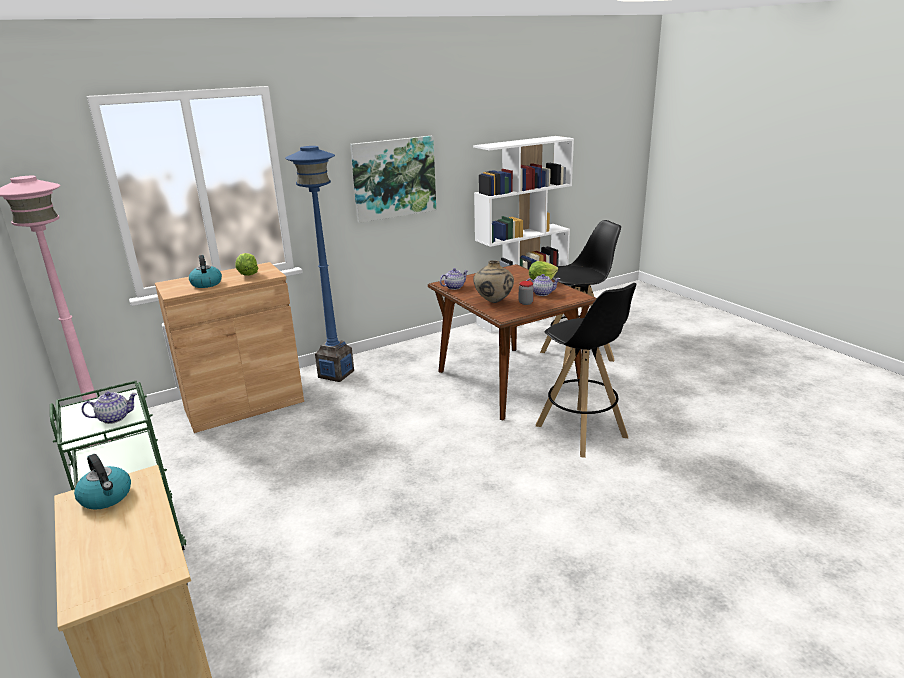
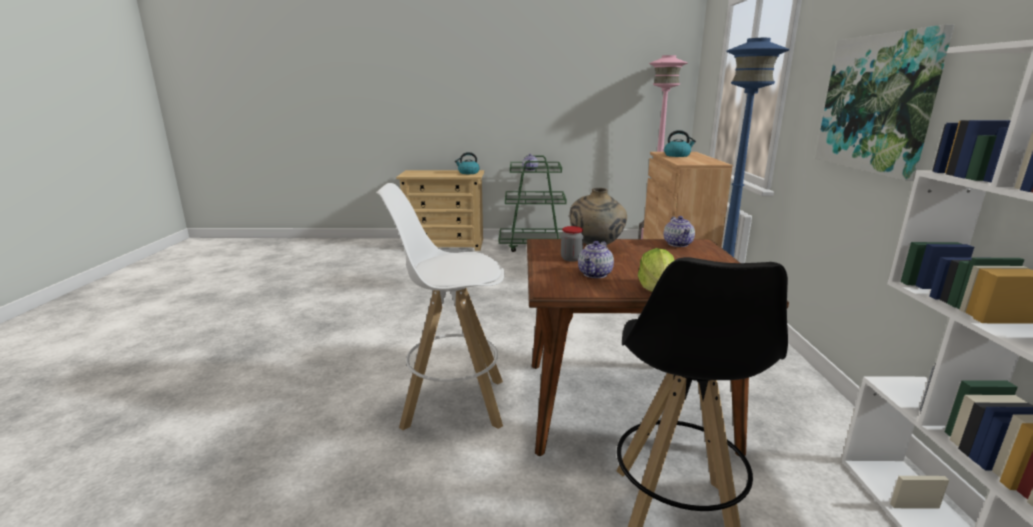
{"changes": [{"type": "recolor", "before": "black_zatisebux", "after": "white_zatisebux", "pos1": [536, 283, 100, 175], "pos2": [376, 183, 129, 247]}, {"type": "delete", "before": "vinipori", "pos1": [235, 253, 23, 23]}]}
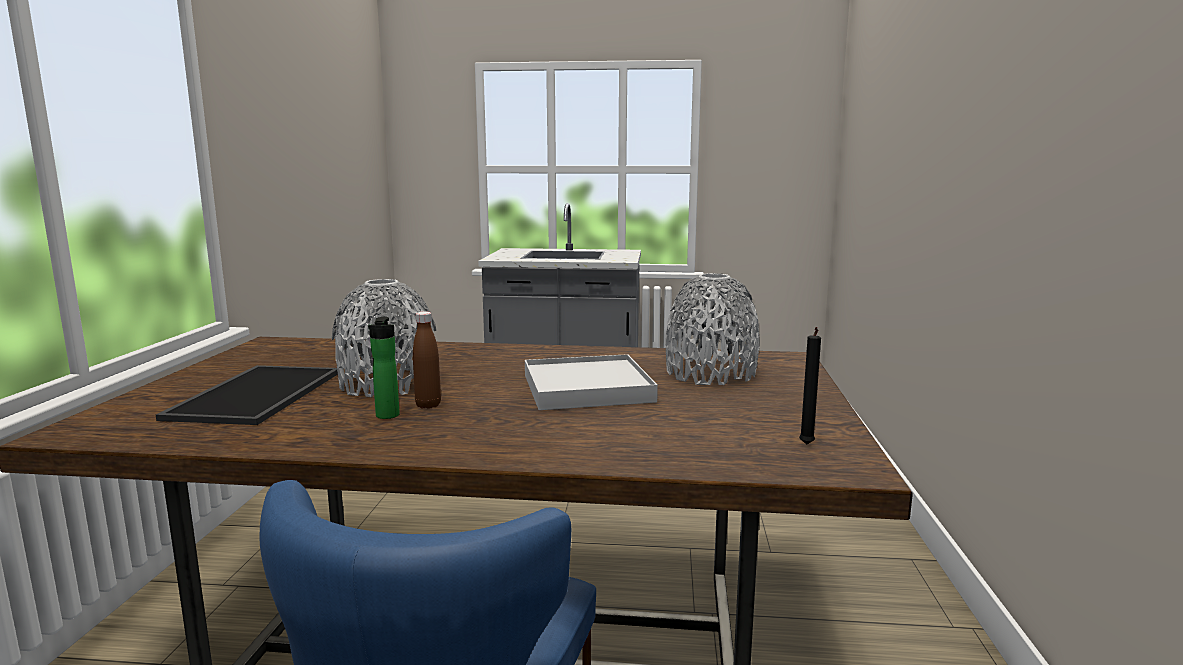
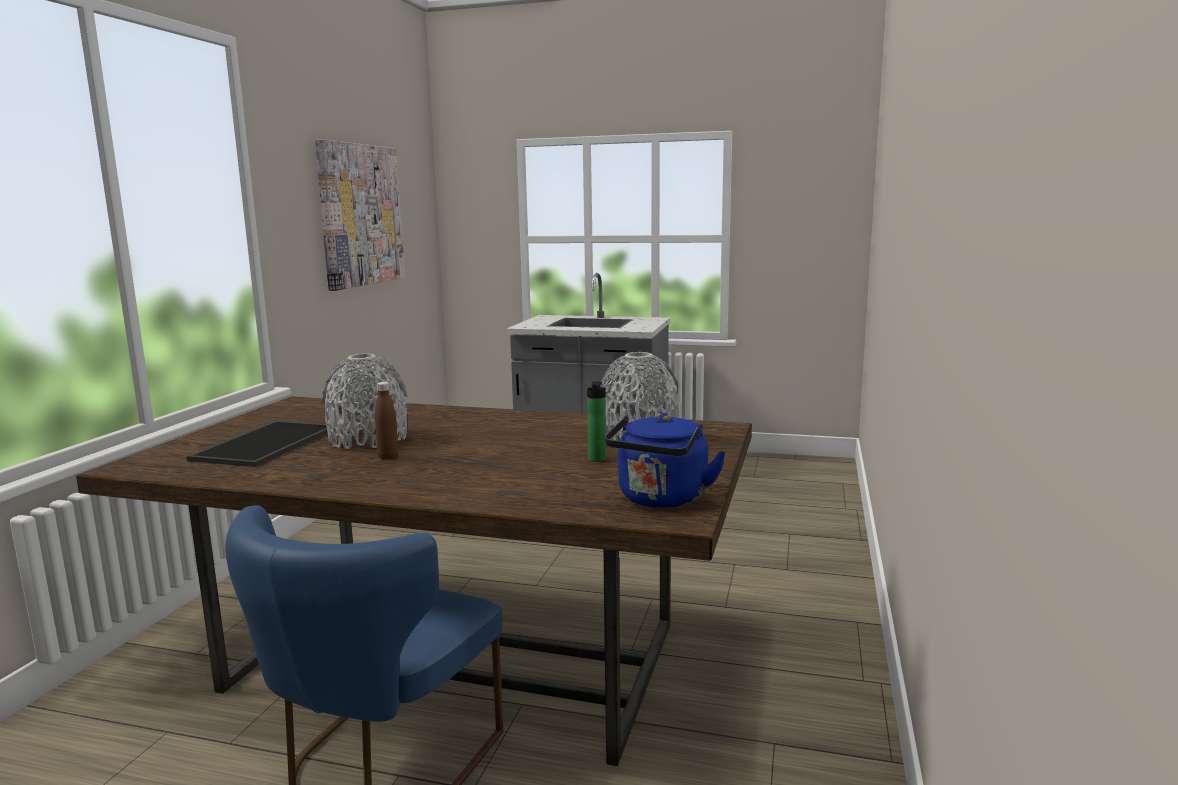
{"changes": [{"type": "insert", "after": "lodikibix", "pos2": [315, 139, 90, 152]}, {"type": "move", "before": "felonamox", "pos1": [368, 316, 32, 103], "pos2": [587, 381, 19, 81]}, {"type": "replace", "before": "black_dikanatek", "after": "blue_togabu", "pos1": [799, 327, 22, 118], "pos2": [605, 413, 121, 95]}, {"type": "delete", "before": "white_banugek", "pos1": [525, 354, 133, 56]}]}
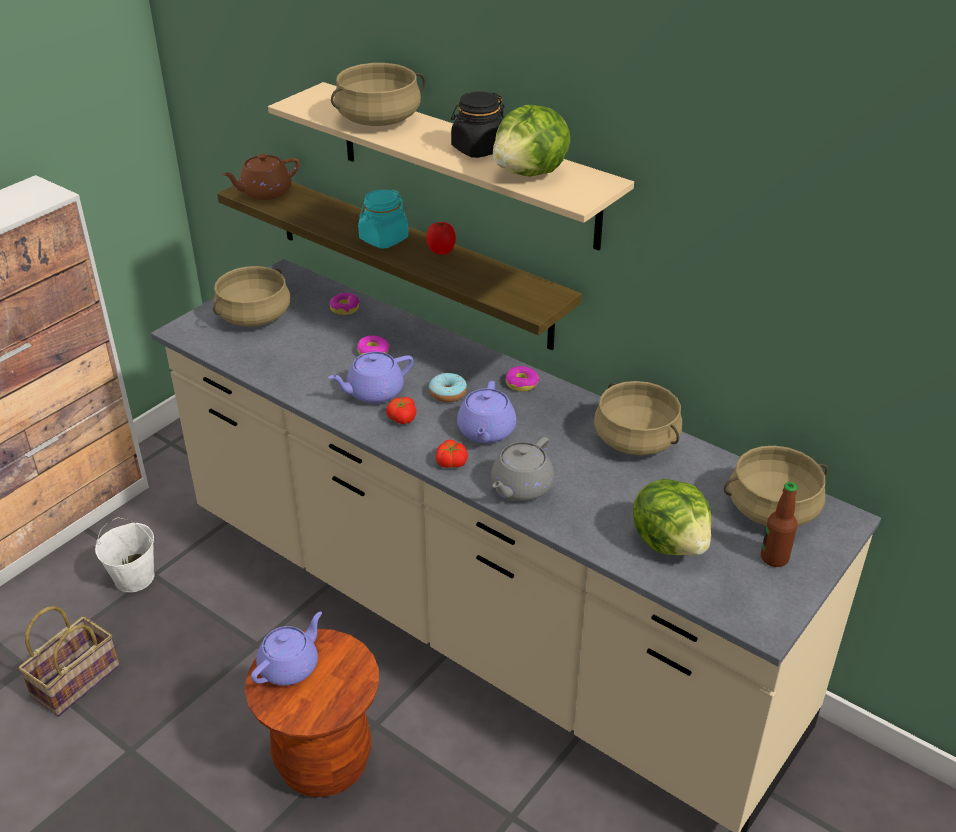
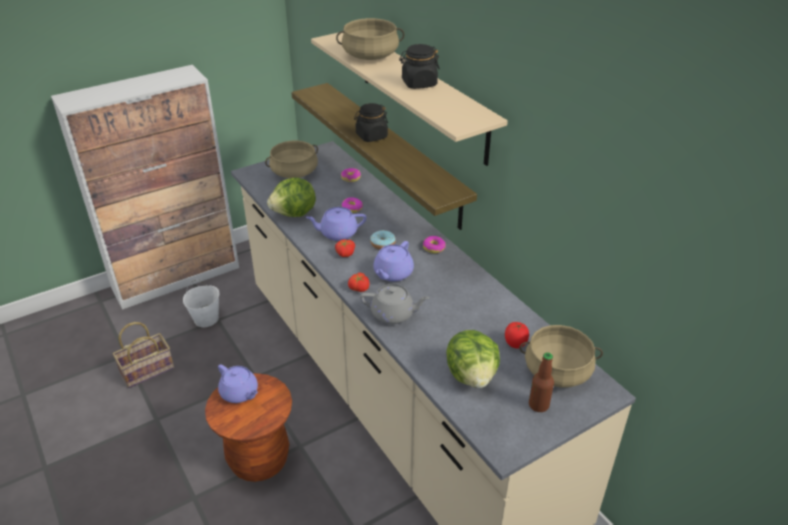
{"changes": [{"type": "rotate", "before": "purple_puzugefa", "pos1": [251, 612, 71, 74], "pos2": [218, 364, 40, 39], "turn": 75}, {"type": "move", "before": "vinipori", "pos1": [493, 104, 78, 72], "pos2": [267, 177, 49, 40]}, {"type": "recolor", "before": "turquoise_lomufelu", "after": "black_lomufelu", "pos1": [358, 189, 50, 59], "pos2": [354, 103, 34, 39]}, {"type": "rotate", "before": "grey_puzugefa", "pos1": [491, 437, 63, 64], "pos2": [360, 284, 70, 40], "turn": -135}, {"type": "move", "before": "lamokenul", "pos1": [426, 222, 30, 33], "pos2": [505, 322, 24, 26]}, {"type": "delete", "before": "brown_puzugefa", "pos1": [222, 154, 77, 46]}, {"type": "delete", "before": "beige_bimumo", "pos1": [594, 381, 88, 74]}]}
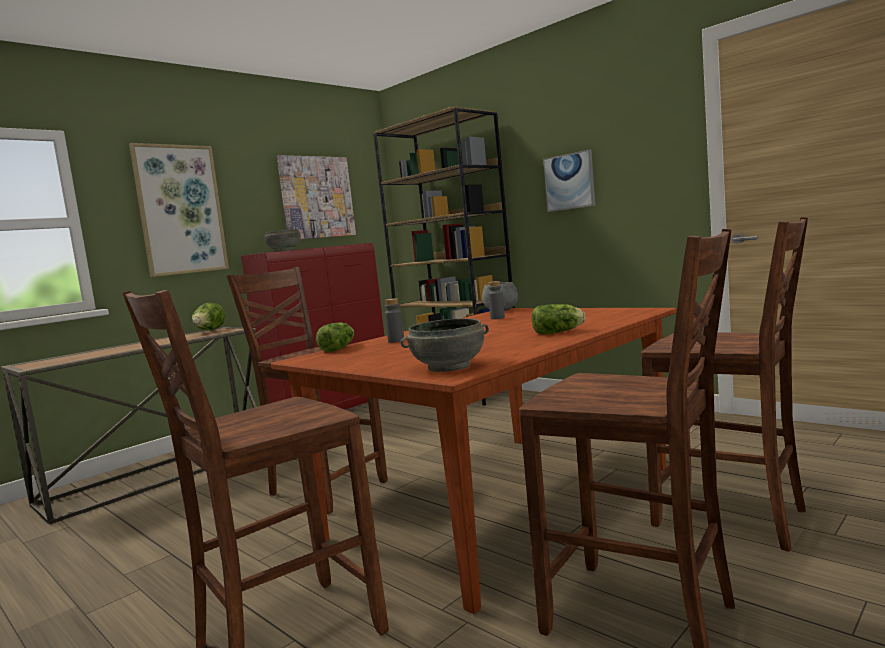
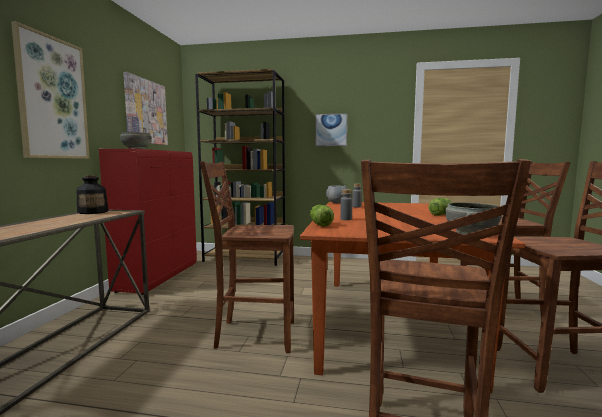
{"changes": [{"type": "replace", "before": "vinipori", "after": "felonamox", "pos1": [192, 303, 33, 27], "pos2": [77, 175, 31, 39]}]}
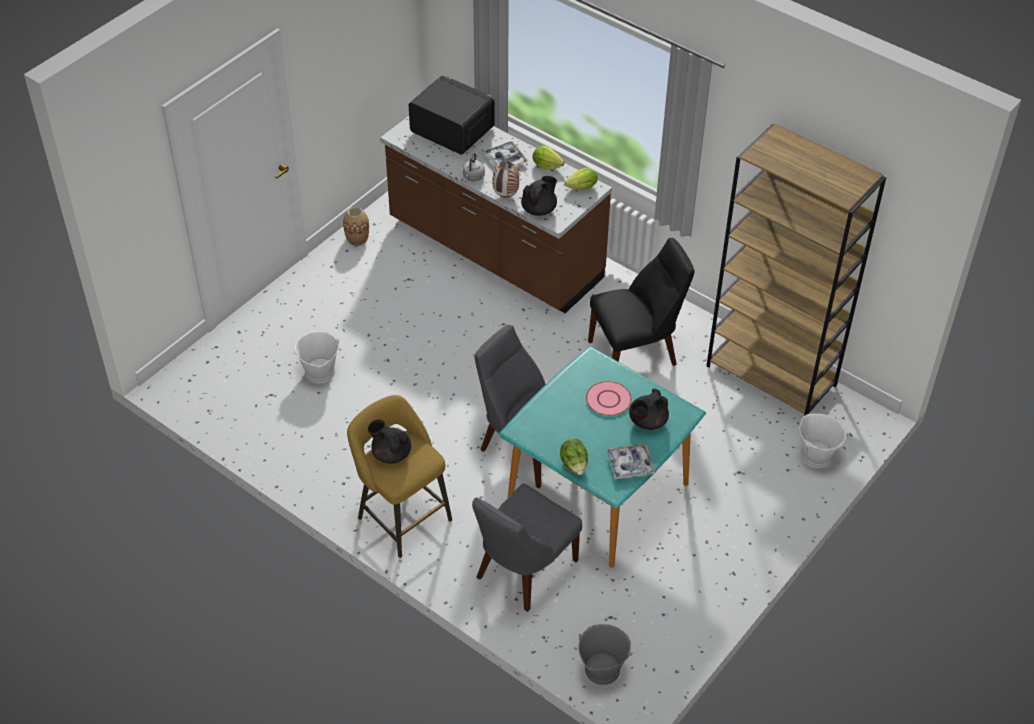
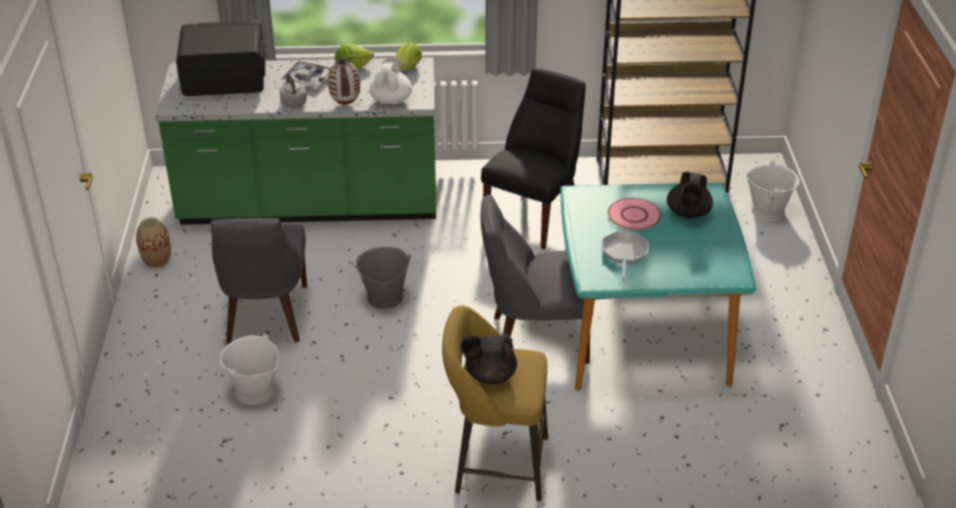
{"changes": [{"type": "recolor", "before": "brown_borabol", "after": "green_borabol", "pos1": [380, 116, 232, 197], "pos2": [155, 57, 281, 168]}, {"type": "move", "before": "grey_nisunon", "pos1": [472, 483, 110, 129], "pos2": [211, 218, 96, 126]}, {"type": "move", "before": "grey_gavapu", "pos1": [578, 624, 54, 61], "pos2": [354, 247, 57, 62]}, {"type": "recolor", "before": "black_puzugefa", "after": "white_puzugefa", "pos1": [521, 176, 36, 40], "pos2": [370, 58, 42, 47]}, {"type": "insert", "after": "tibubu", "pos2": [602, 231, 47, 50]}, {"type": "delete", "before": "vinipori", "pos1": [560, 438, 28, 37]}, {"type": "delete", "before": "banugek", "pos1": [606, 444, 49, 35]}]}
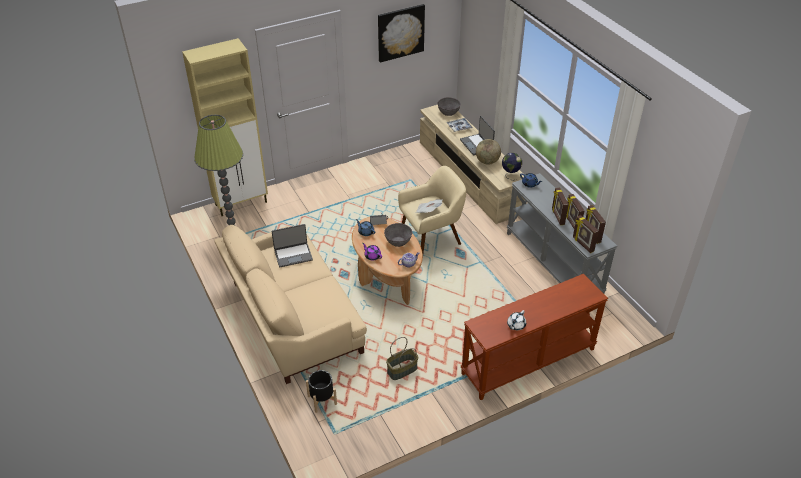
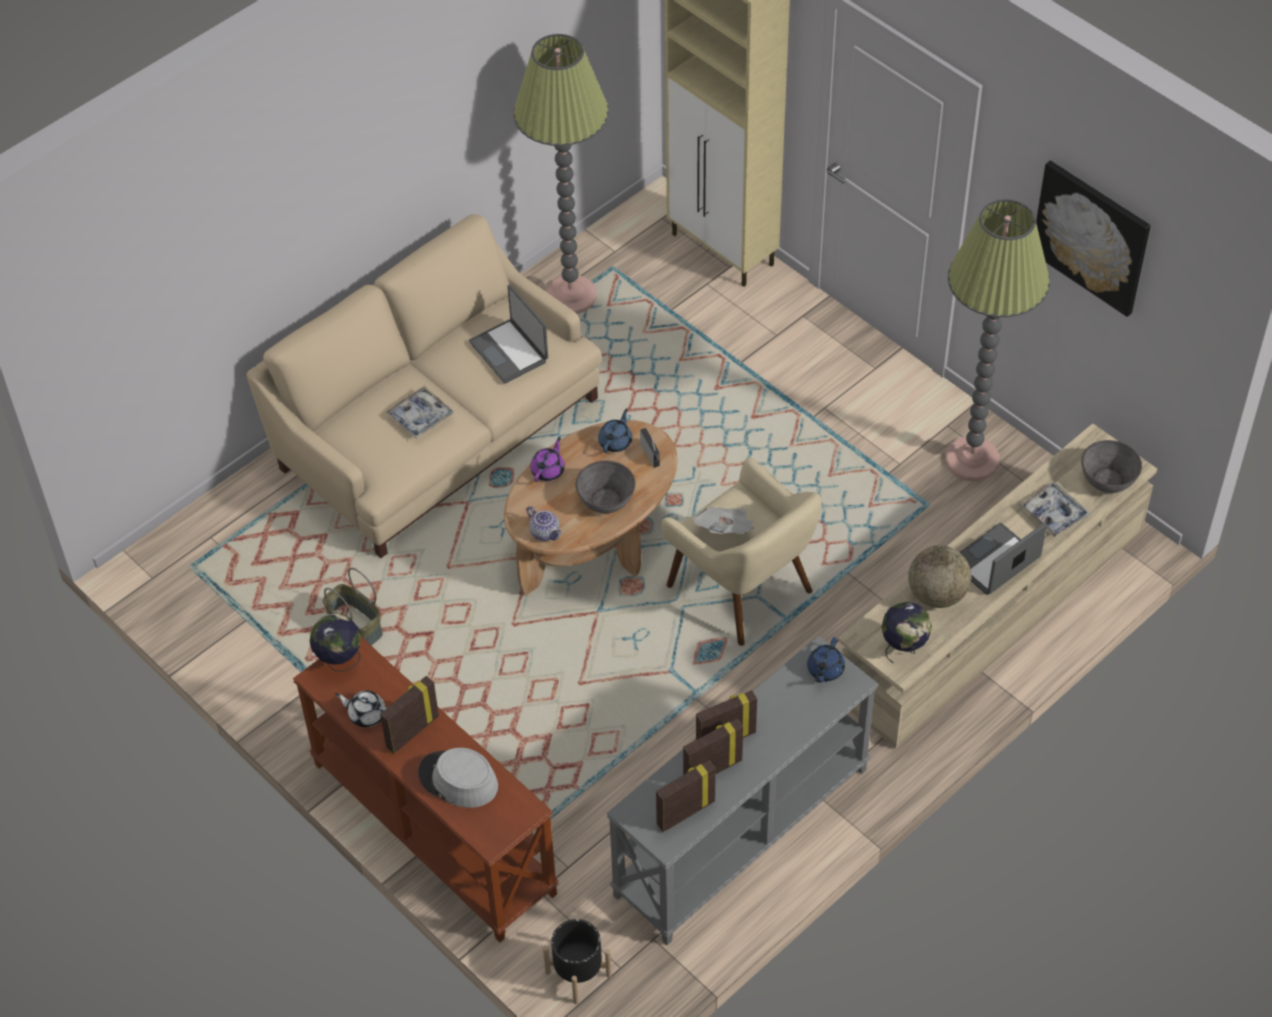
{"changes": [{"type": "insert", "after": "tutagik", "pos2": [310, 614, 51, 58]}, {"type": "move", "before": "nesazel", "pos1": [573, 215, 26, 38], "pos2": [380, 676, 59, 78]}, {"type": "insert", "after": "banugek", "pos2": [386, 386, 68, 53]}, {"type": "insert", "after": "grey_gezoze", "pos2": [418, 748, 80, 60]}, {"type": "move", "before": "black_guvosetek", "pos1": [306, 370, 31, 43], "pos2": [543, 919, 69, 85]}, {"type": "insert", "after": "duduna", "pos2": [945, 199, 105, 283]}]}
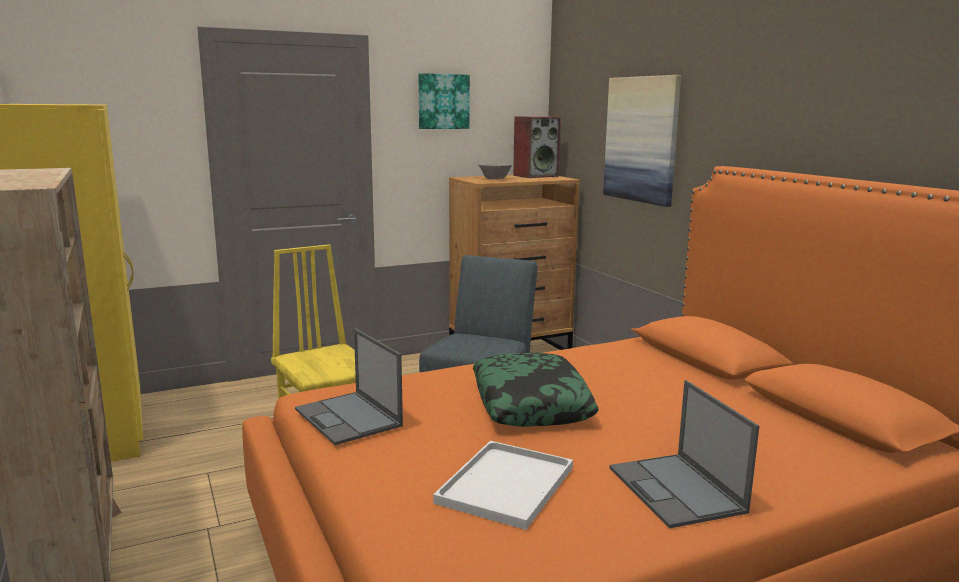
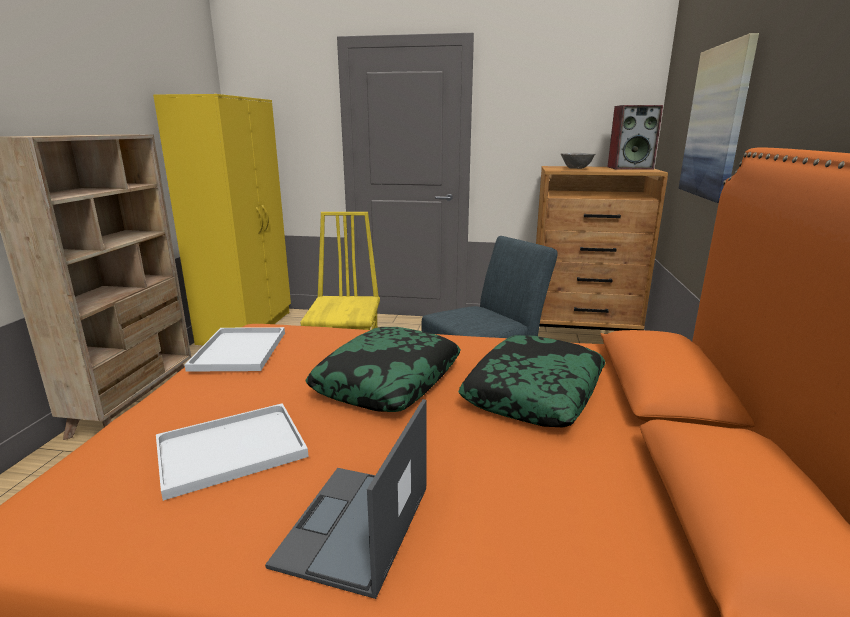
{"changes": [{"type": "replace", "before": "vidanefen", "after": "white_banugek", "pos1": [295, 328, 108, 117], "pos2": [185, 327, 100, 45]}, {"type": "insert", "after": "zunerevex", "pos2": [458, 335, 148, 92]}, {"type": "delete", "before": "lodikibix", "pos1": [419, 73, 51, 56]}]}
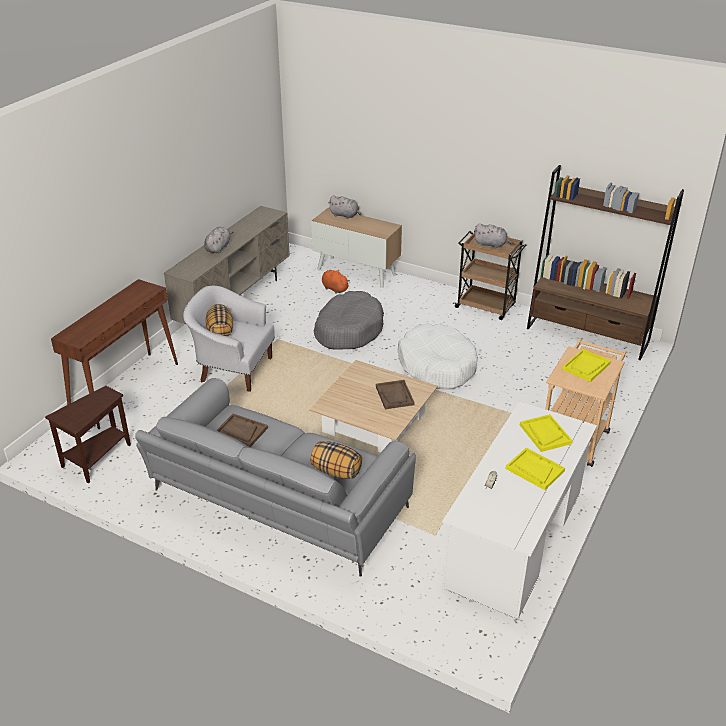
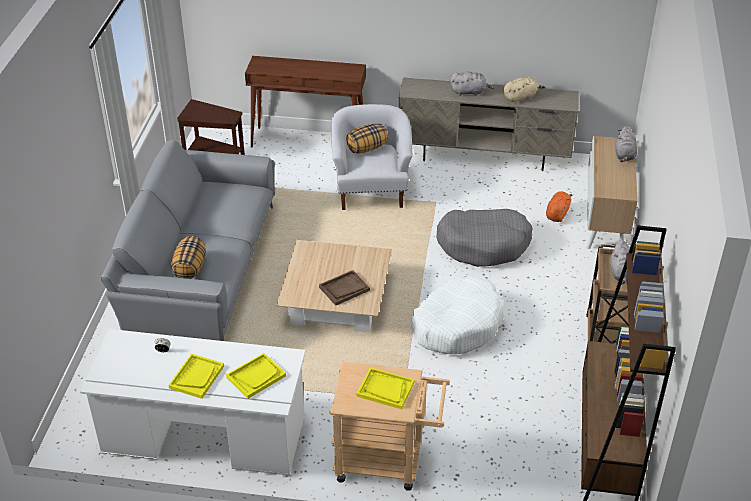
{"changes": [{"type": "insert", "after": "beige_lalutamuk", "pos2": [503, 76, 42, 27]}, {"type": "delete", "before": "brown_banugek", "pos1": [216, 414, 52, 33]}]}
